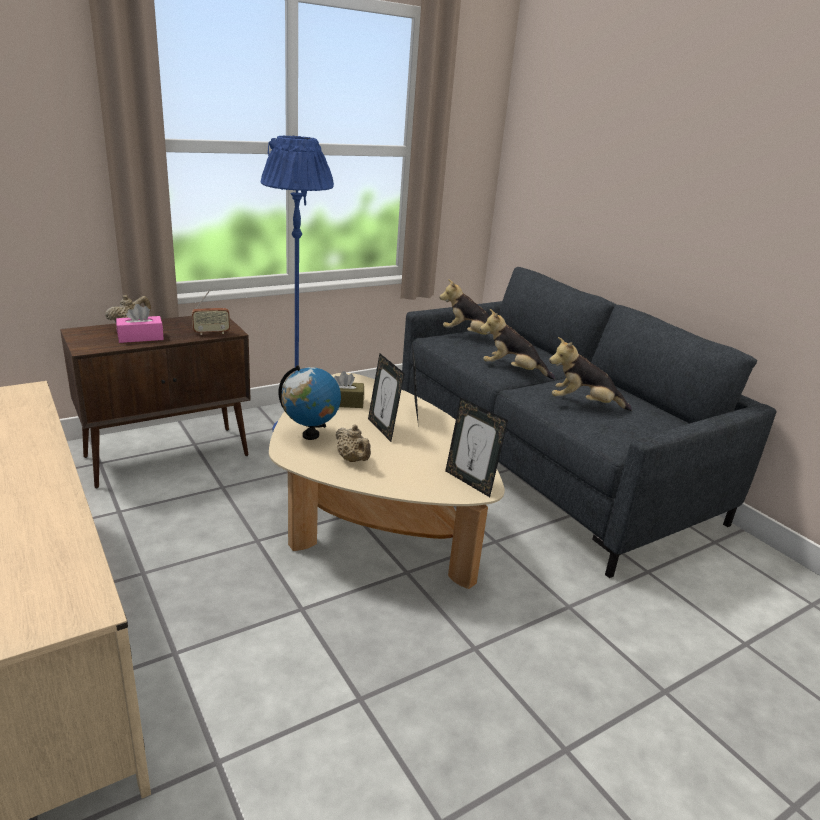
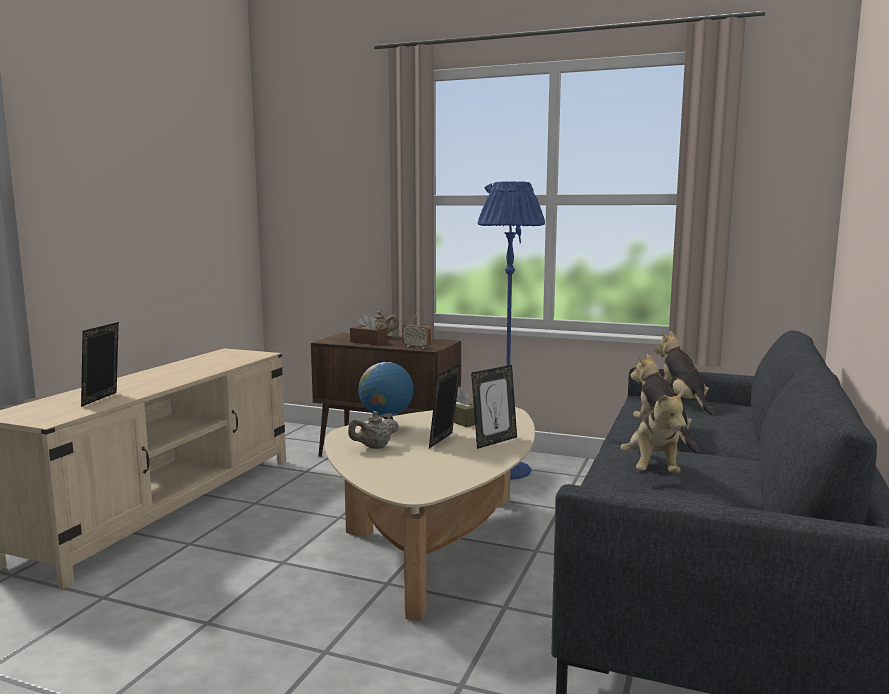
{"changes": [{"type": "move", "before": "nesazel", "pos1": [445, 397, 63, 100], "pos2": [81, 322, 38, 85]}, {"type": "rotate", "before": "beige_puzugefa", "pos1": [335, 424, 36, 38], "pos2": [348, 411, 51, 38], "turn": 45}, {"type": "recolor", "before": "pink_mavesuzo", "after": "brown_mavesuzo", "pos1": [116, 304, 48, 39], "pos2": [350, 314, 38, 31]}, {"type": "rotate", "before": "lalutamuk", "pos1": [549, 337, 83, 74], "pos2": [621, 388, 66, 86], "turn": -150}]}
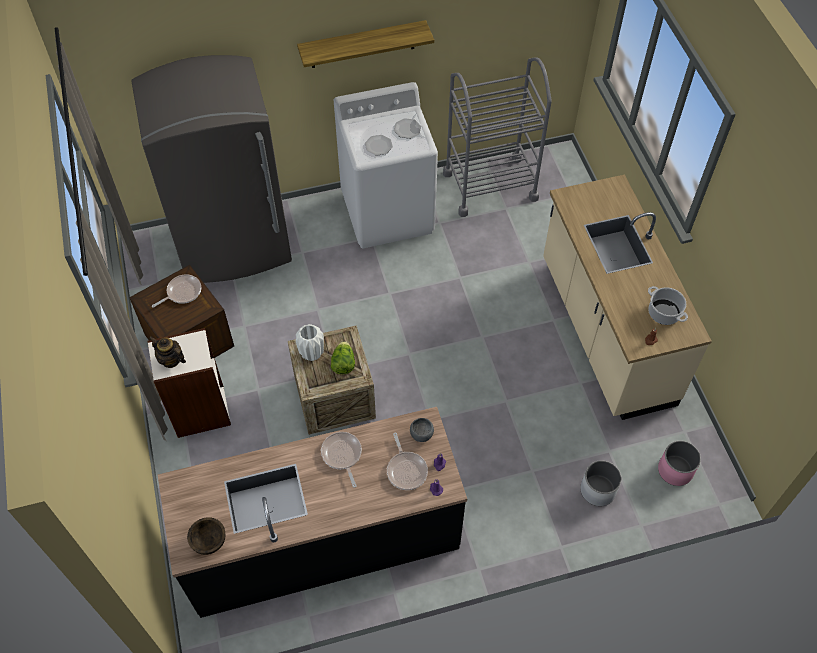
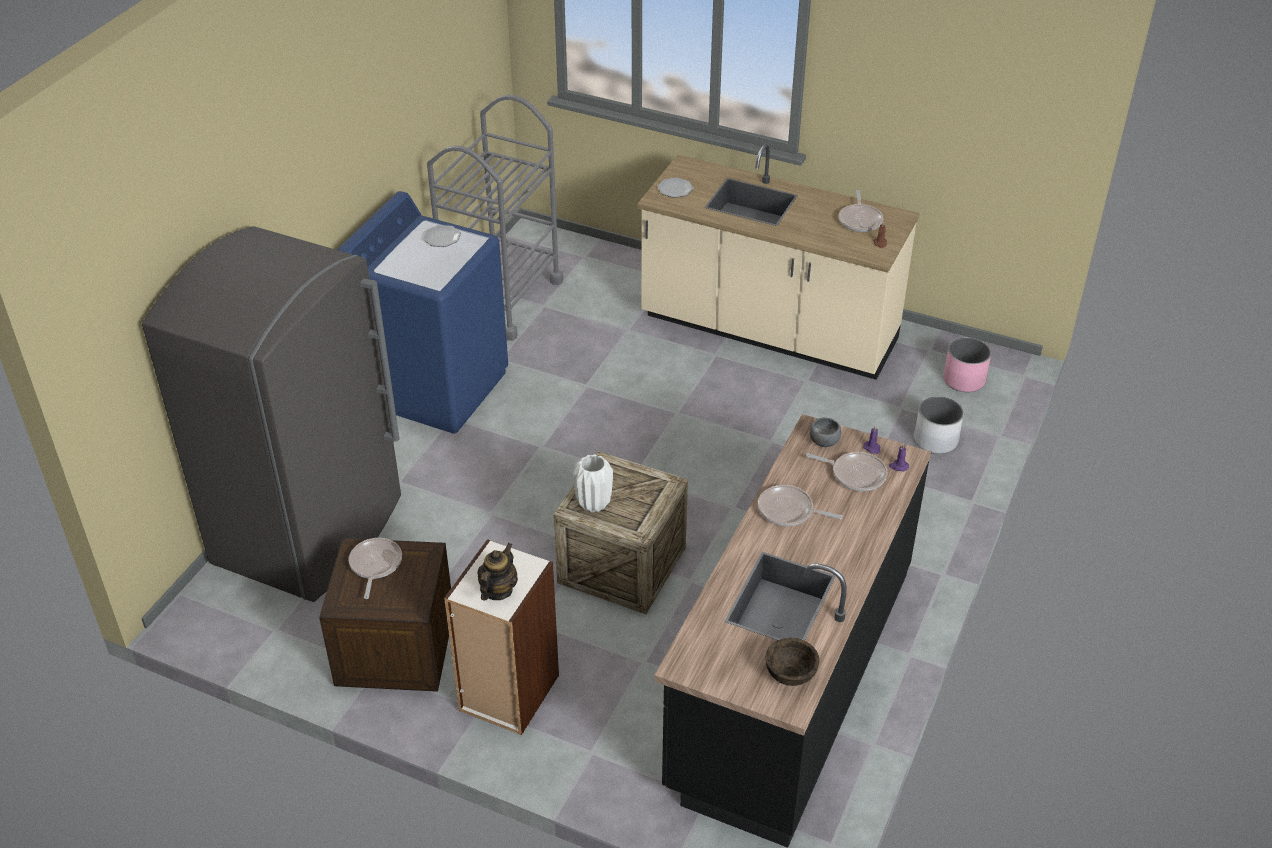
{"changes": [{"type": "recolor", "before": "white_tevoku", "after": "blue_tevoku", "pos1": [334, 82, 104, 166], "pos2": [337, 191, 171, 243]}, {"type": "rotate", "before": "puzugefa", "pos1": [149, 336, 37, 32], "pos2": [477, 543, 41, 57], "turn": 135}, {"type": "move", "before": "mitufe", "pos1": [365, 135, 28, 21], "pos2": [657, 178, 36, 20]}, {"type": "replace", "before": "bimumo", "after": "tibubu", "pos1": [648, 286, 40, 39], "pos2": [839, 190, 44, 42]}, {"type": "delete", "before": "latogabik", "pos1": [297, 20, 137, 48]}, {"type": "delete", "before": "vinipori", "pos1": [331, 341, 24, 33]}]}
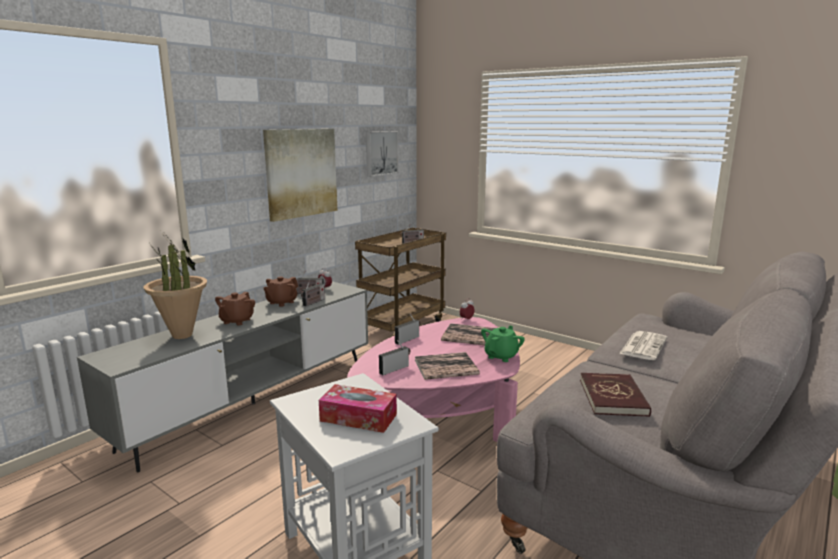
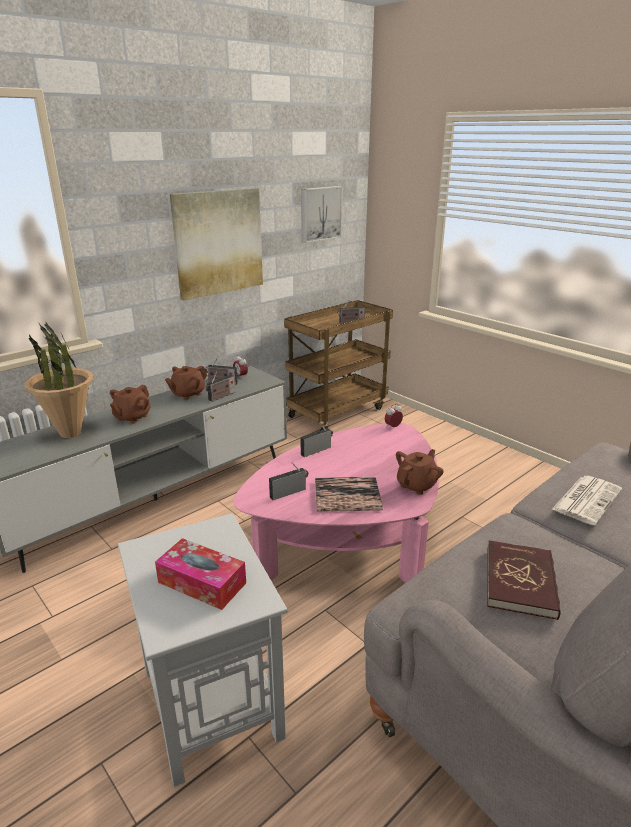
{"changes": [{"type": "recolor", "before": "green_puzugefa", "after": "brown_puzugefa", "pos1": [481, 326, 44, 36], "pos2": [396, 449, 48, 46]}, {"type": "delete", "before": "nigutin", "pos1": [441, 323, 54, 22]}]}
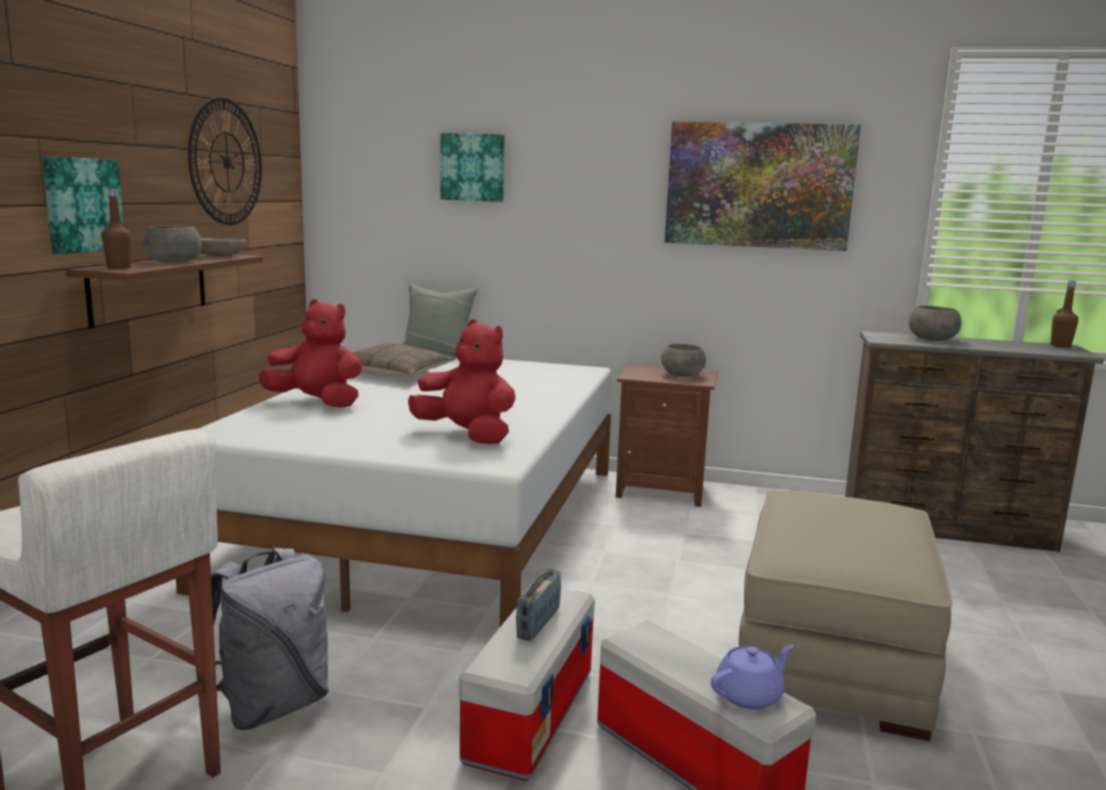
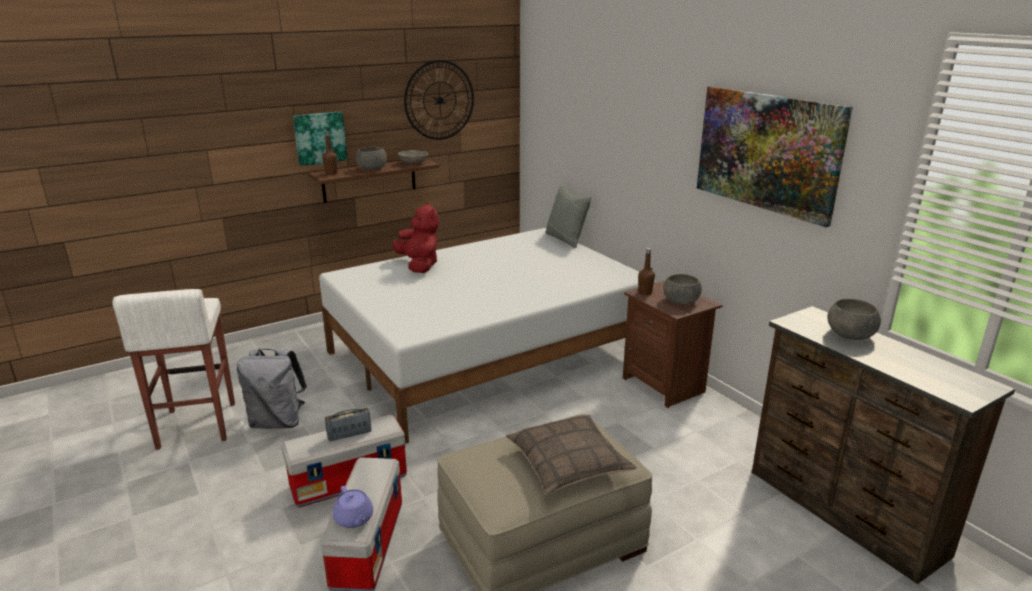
{"changes": [{"type": "rotate", "before": "purple_puzugefa", "pos1": [711, 645, 83, 65], "pos2": [332, 486, 41, 42], "turn": 45}, {"type": "move", "before": "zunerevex", "pos1": [353, 343, 102, 34], "pos2": [506, 415, 130, 80]}, {"type": "move", "before": "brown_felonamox", "pos1": [1050, 281, 28, 66], "pos2": [638, 248, 17, 47]}, {"type": "delete", "before": "red_lalutamuk", "pos1": [408, 319, 108, 125]}, {"type": "delete", "before": "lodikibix", "pos1": [440, 133, 65, 69]}]}
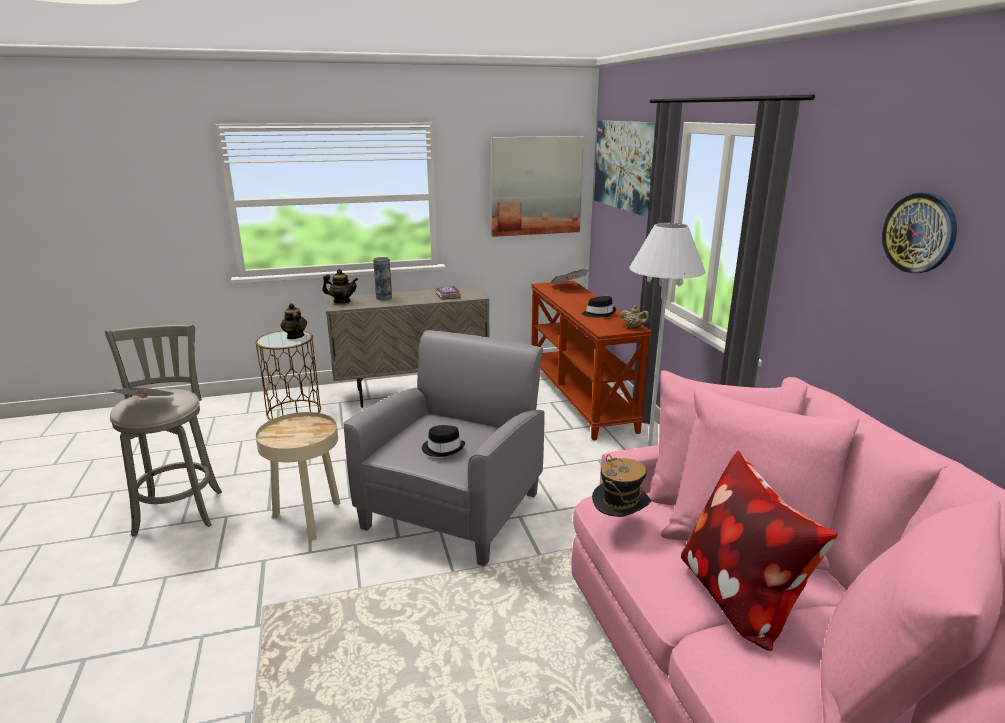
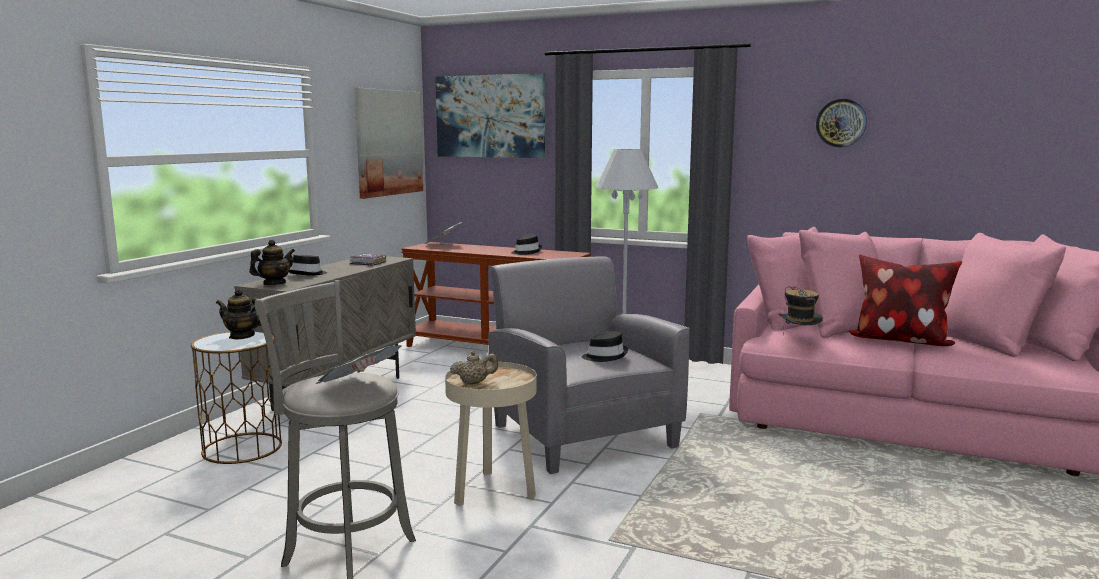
{"changes": [{"type": "replace", "before": "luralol", "after": "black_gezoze", "pos1": [373, 257, 19, 43], "pos2": [289, 255, 38, 21]}, {"type": "move", "before": "beige_puzugefa", "pos1": [620, 306, 30, 22], "pos2": [450, 351, 48, 34]}]}
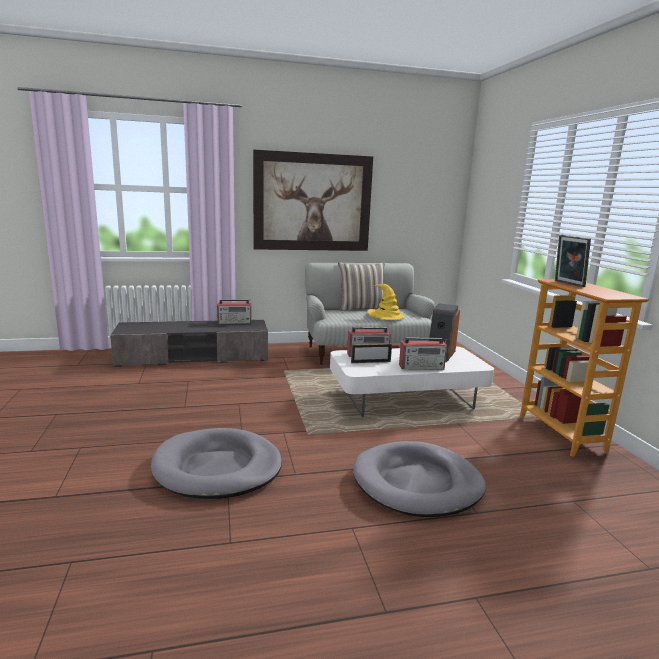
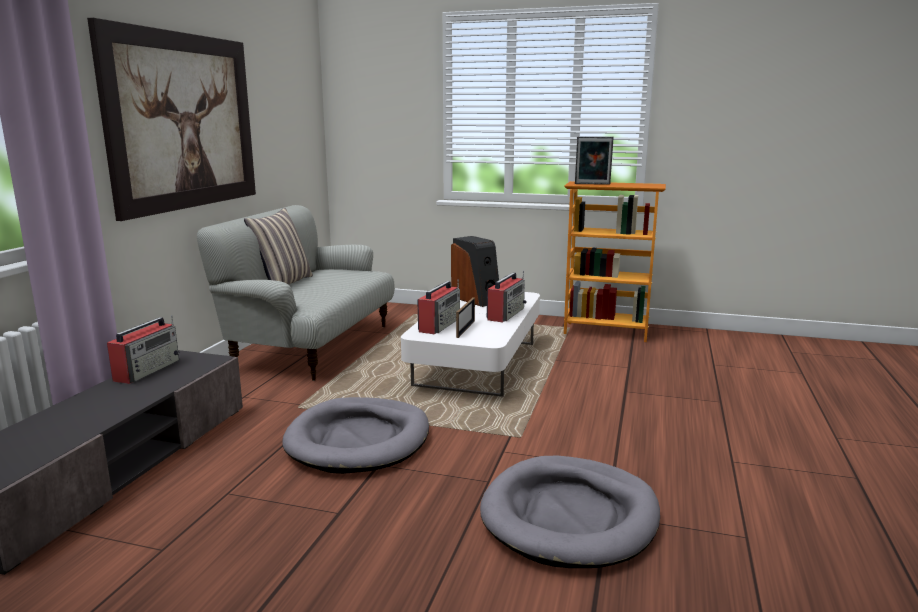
{"changes": [{"type": "move", "before": "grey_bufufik", "pos1": [353, 441, 133, 76], "pos2": [282, 397, 147, 77]}, {"type": "delete", "before": "yellow_gezoze", "pos1": [368, 284, 36, 36]}]}
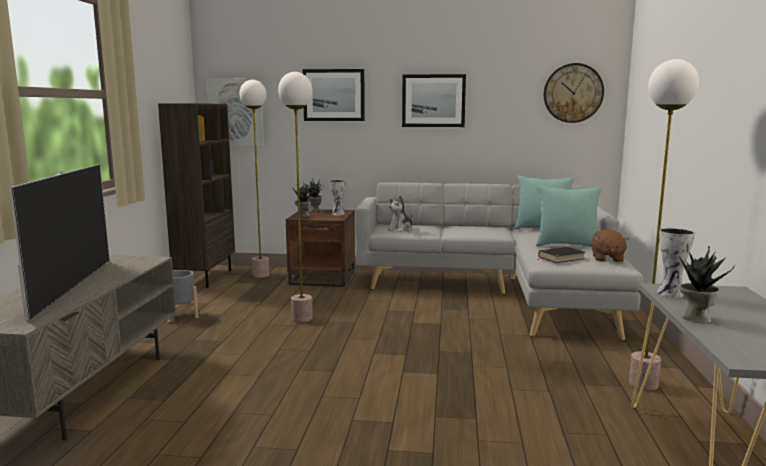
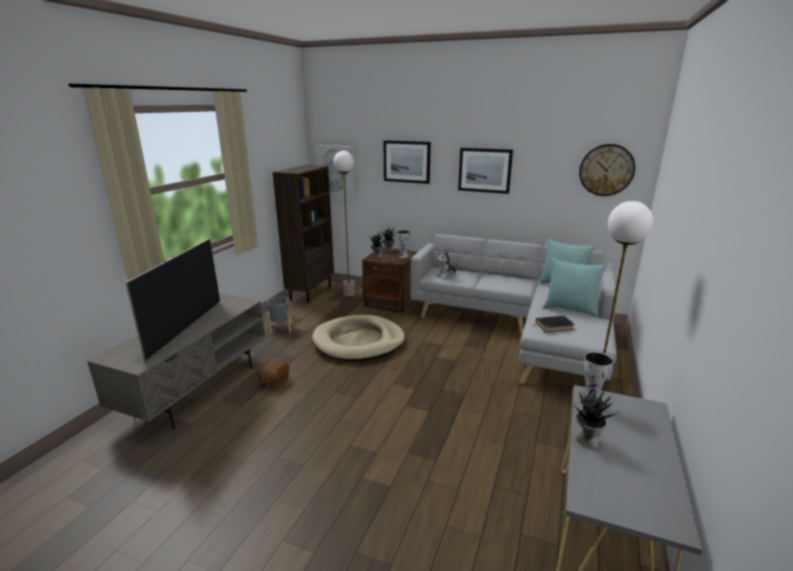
{"changes": [{"type": "move", "before": "brown_lalutamuk", "pos1": [592, 229, 37, 33], "pos2": [256, 358, 33, 31]}, {"type": "replace", "before": "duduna", "after": "beige_bufufik", "pos1": [278, 72, 35, 250], "pos2": [312, 315, 93, 46]}]}
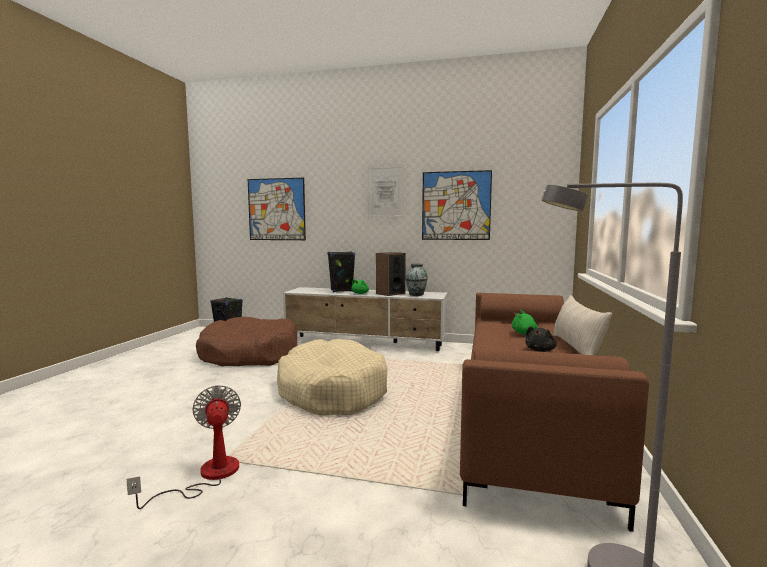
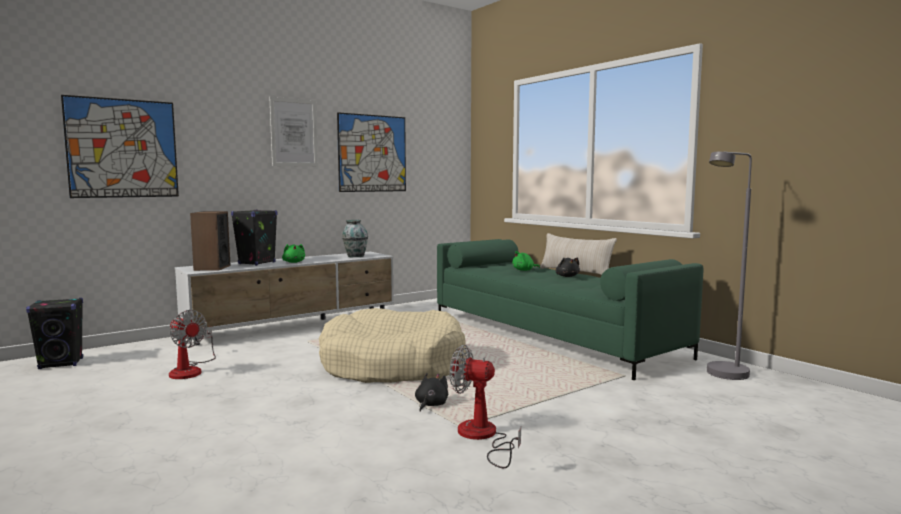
{"changes": [{"type": "replace", "before": "brown_bufufik", "after": "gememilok", "pos1": [196, 317, 101, 49], "pos2": [169, 310, 47, 69]}, {"type": "move", "before": "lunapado", "pos1": [376, 252, 30, 44], "pos2": [190, 211, 41, 60]}, {"type": "insert", "after": "black_lalutamuk", "pos2": [415, 373, 33, 39]}, {"type": "recolor", "before": "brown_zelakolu", "after": "green_zelakolu", "pos1": [460, 293, 189, 239], "pos2": [437, 239, 267, 141]}]}
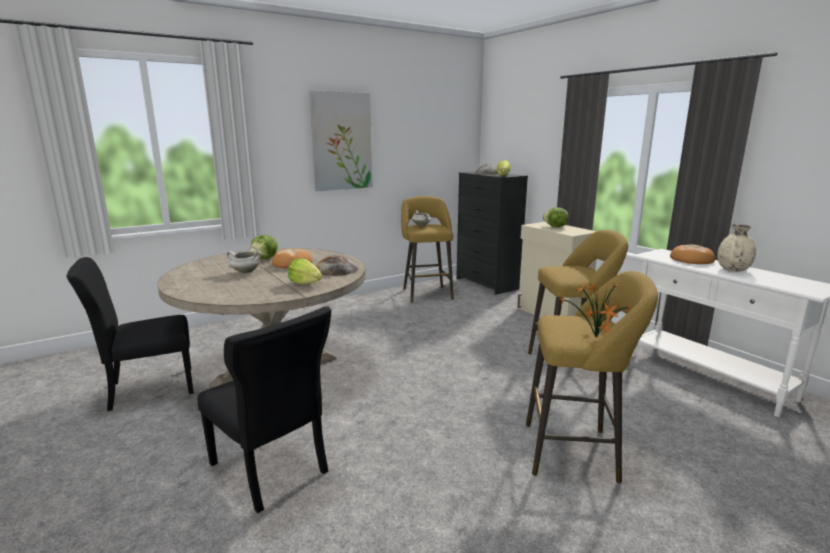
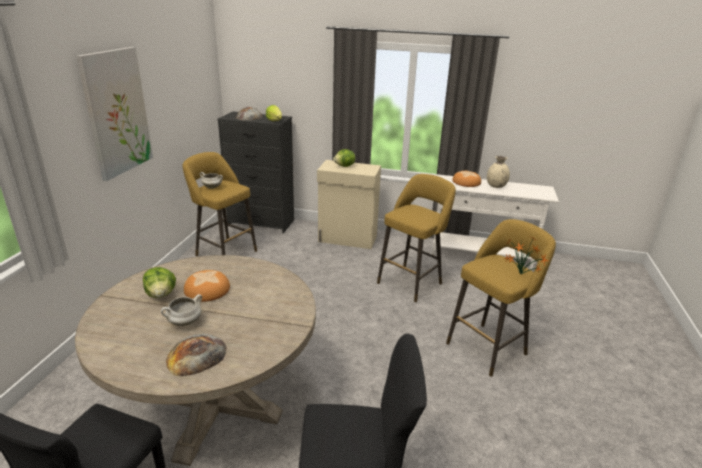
{"changes": [{"type": "move", "before": "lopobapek", "pos1": [316, 255, 43, 21], "pos2": [166, 334, 61, 42]}, {"type": "delete", "before": "vinipori", "pos1": [288, 258, 34, 26]}]}
